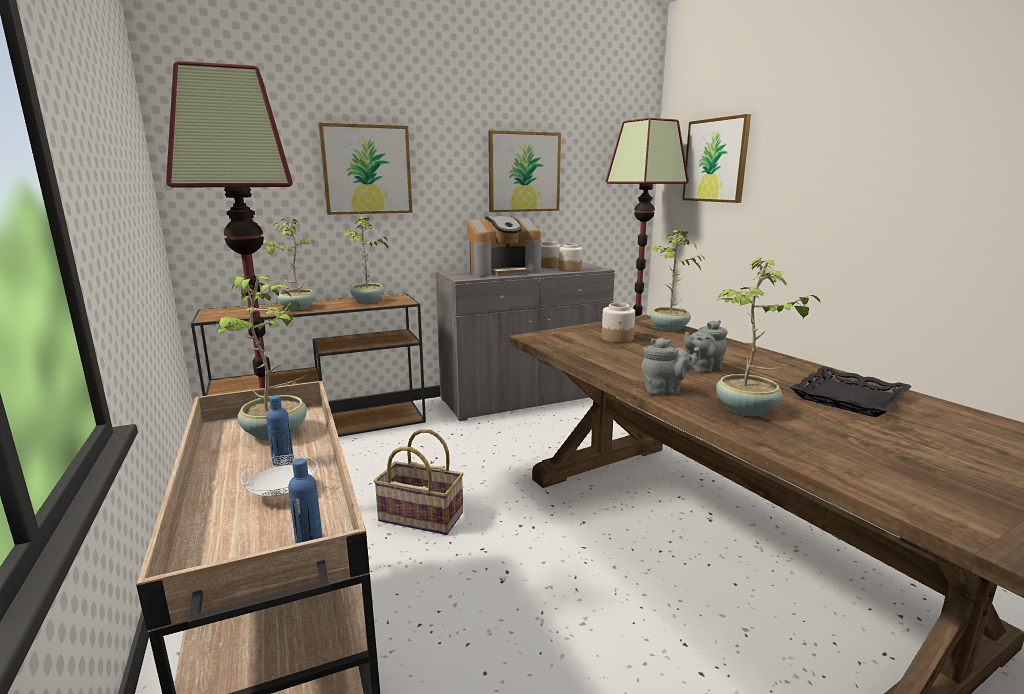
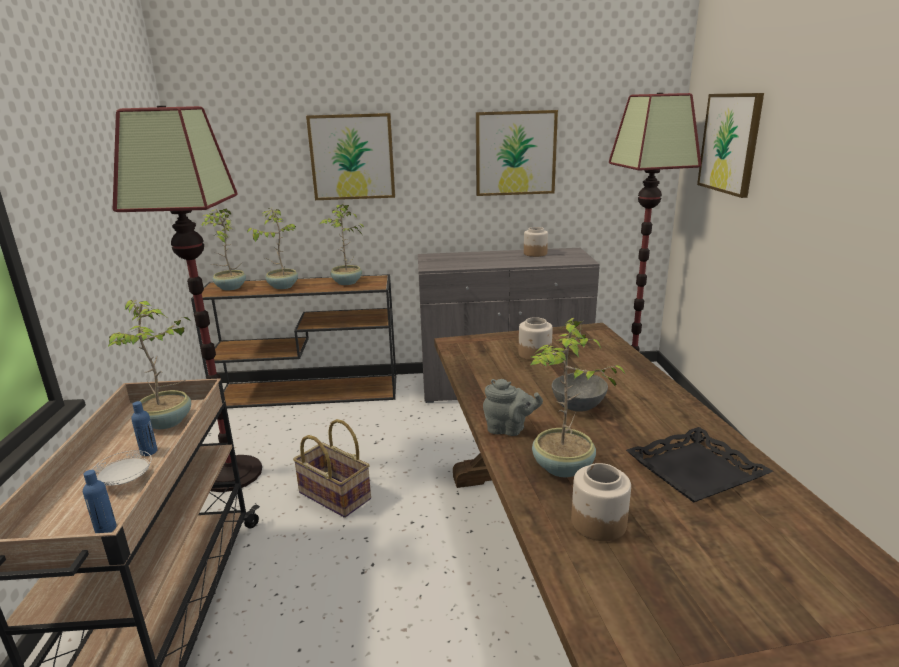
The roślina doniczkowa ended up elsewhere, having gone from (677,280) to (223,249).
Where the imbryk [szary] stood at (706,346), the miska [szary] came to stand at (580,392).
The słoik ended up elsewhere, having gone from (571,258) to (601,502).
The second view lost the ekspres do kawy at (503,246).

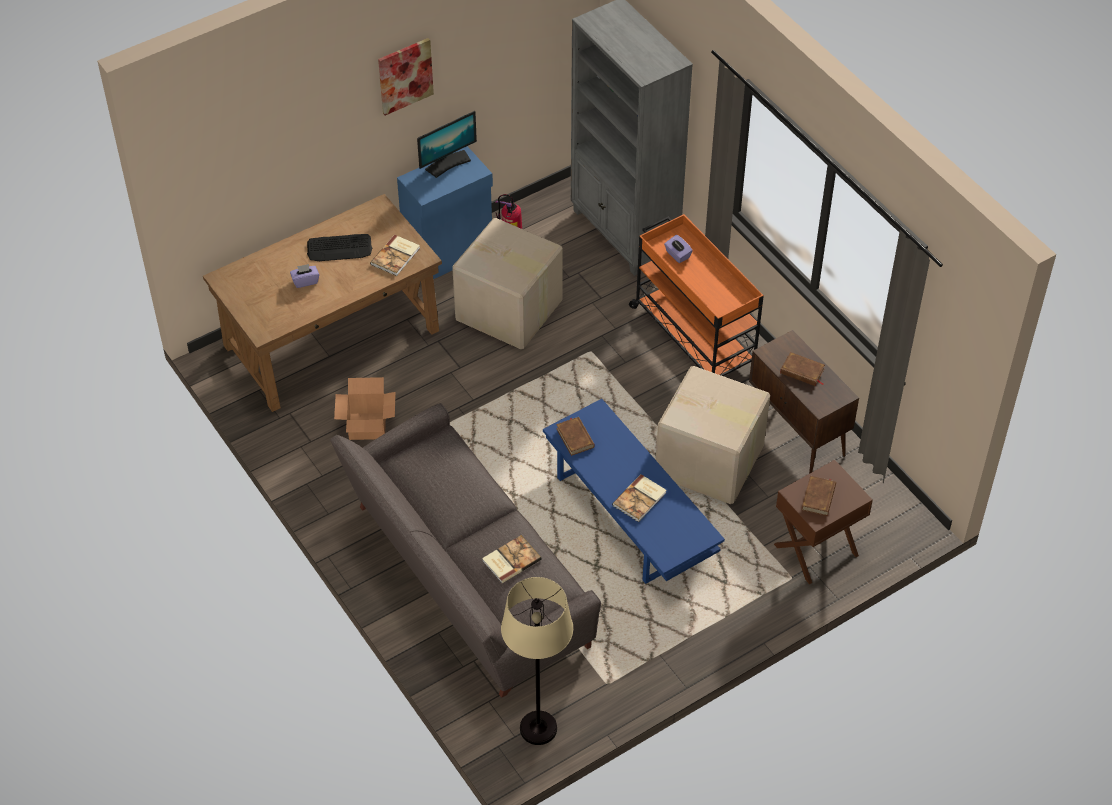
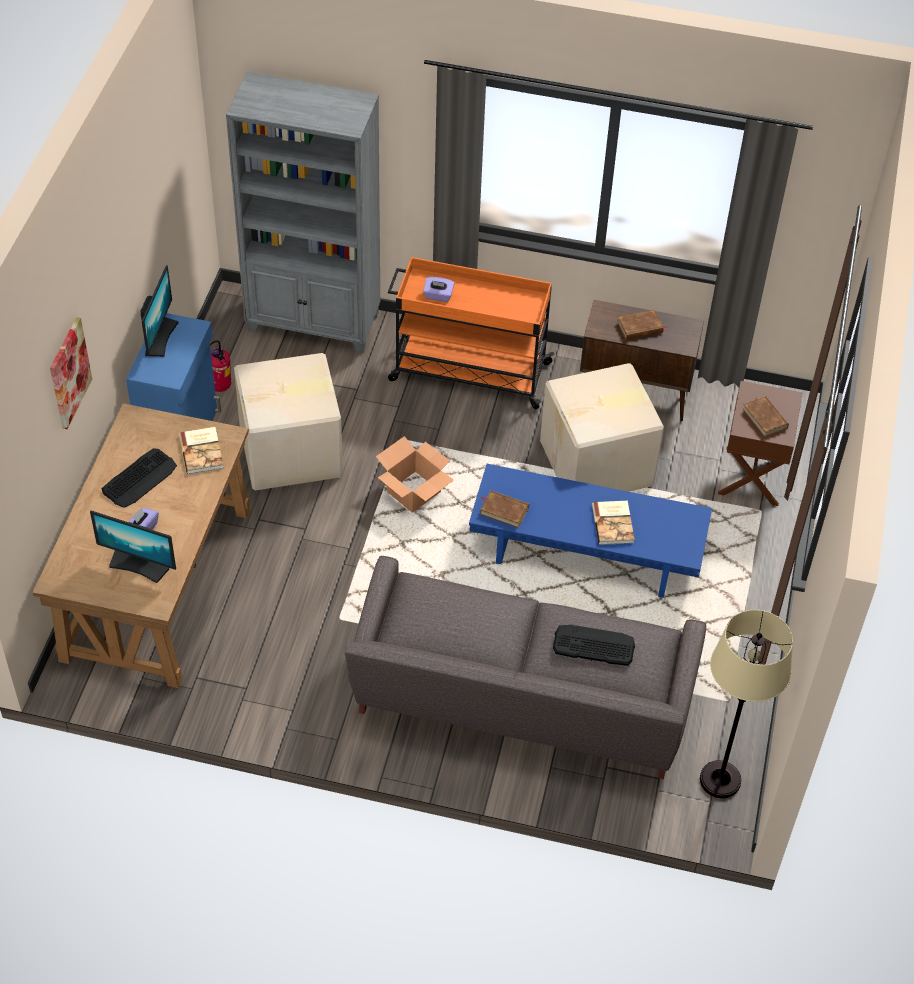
The obraz ended up elsewhere, having gone from (406,76) to (71,373).
The second view gained the monitor at (133,547).
The karton ended up elsewhere, having gone from (365,408) to (415,474).
Where the książka stood at (512,559), the klawiatura came to stand at (594,645).

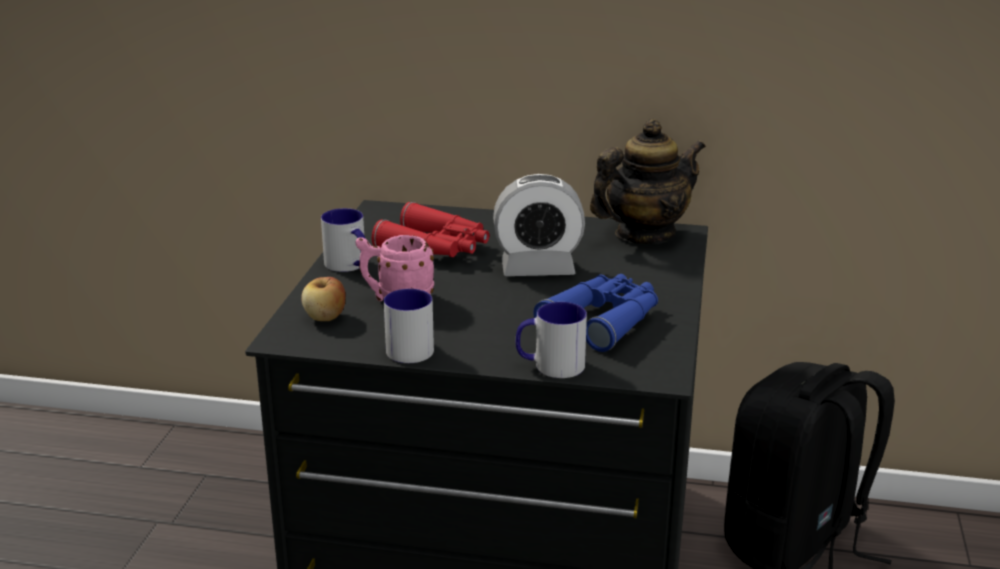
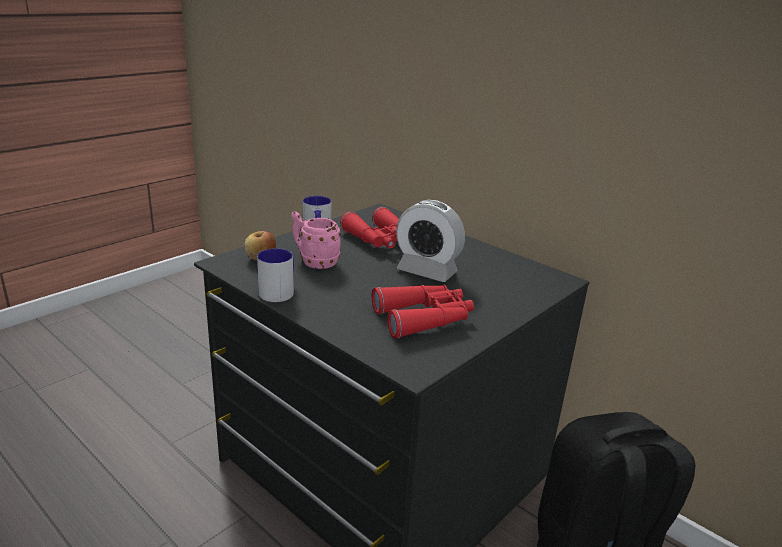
What was the lornetka [niebieski] at (595,313) turned into the lornetka [czerwony] at (423,312).
The second view lost the kubek at (551,340).
The second view lost the imbryk at (648,181).

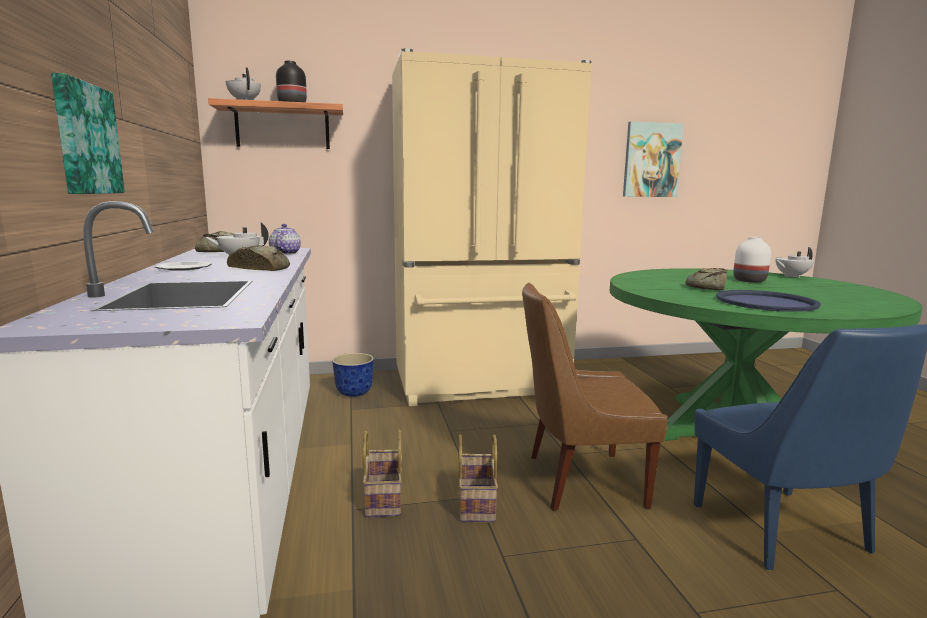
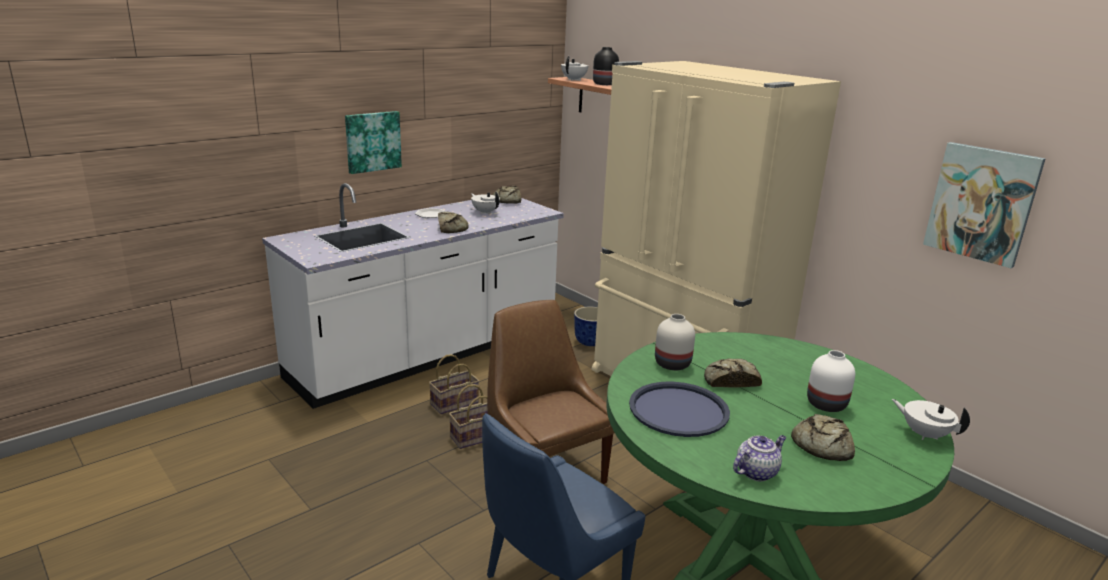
The second view gained the wazon [biały] at (675,342).
The imbryk ended up elsewhere, having gone from (285,239) to (759,458).
The second view gained the chleb at (823,437).

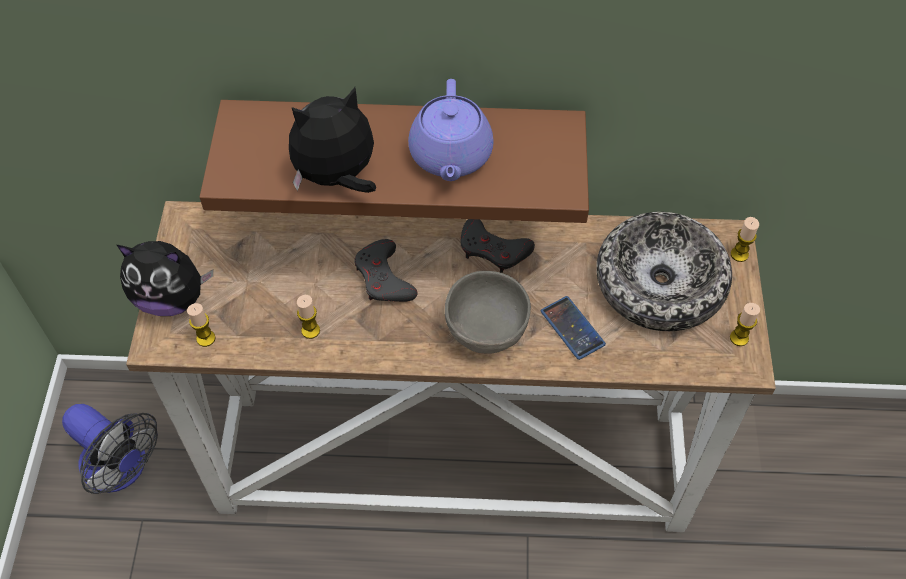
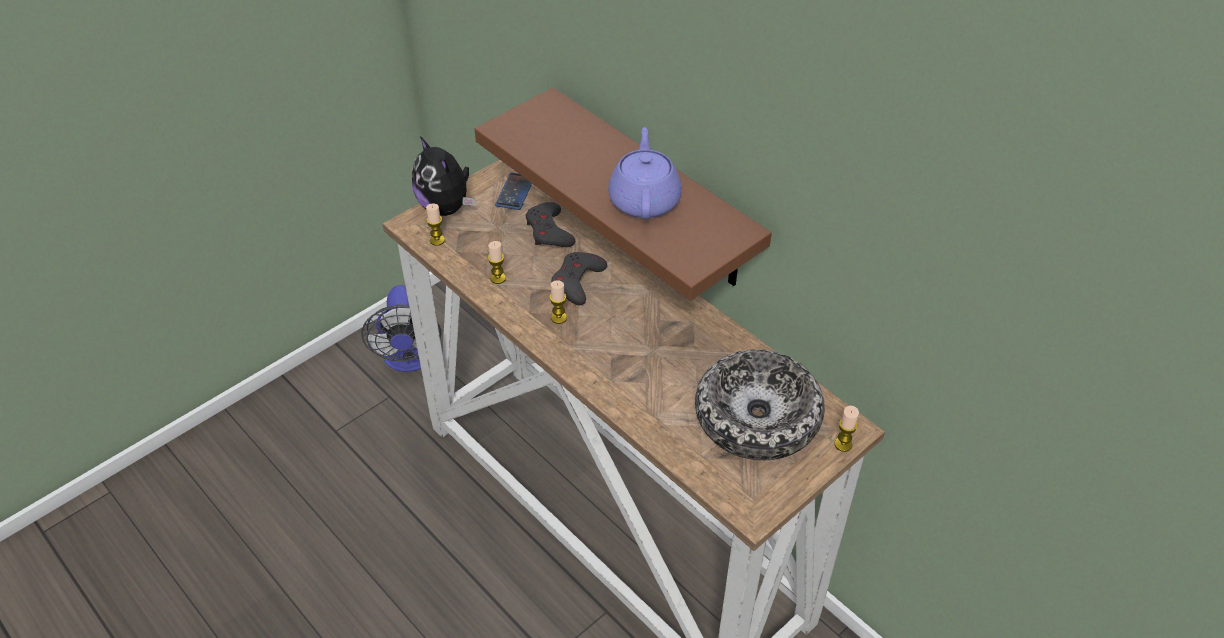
The telefon ended up elsewhere, having gone from (573,328) to (513,191).
The pad do gier [szary] ended up elsewhere, having gone from (498,246) to (550,224).
The świeca ended up elsewhere, having gone from (745,324) to (558,302).
The imbryk [fioletowy] at (451,130) ended up facing another way, 135 degrees clockwise from before.
The second view lost the pluszak at (332,140).
The second view lost the miska [szary] at (488,312).

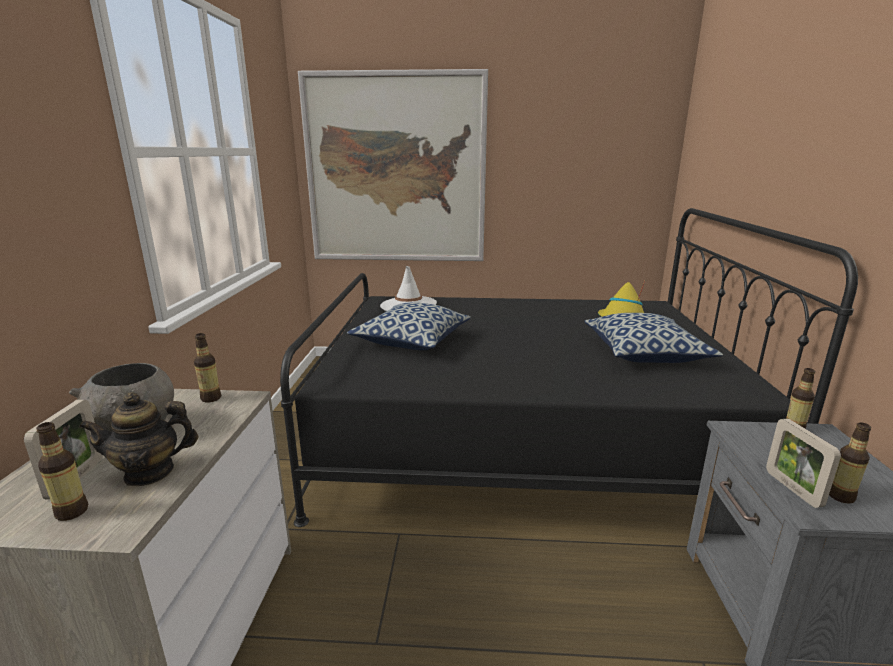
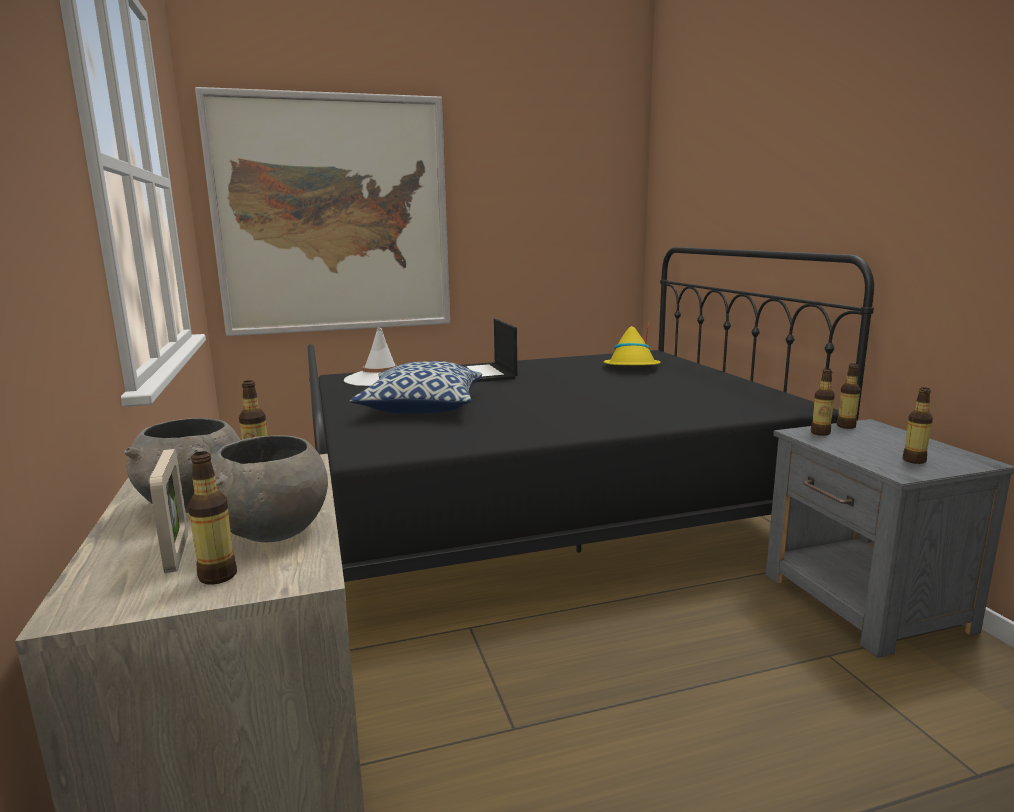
Where the imbryk stood at (139,439), the miska [szary] came to stand at (267,488).
The second view gained the laptop at (490,350).
The second view gained the butelka at (823,402).
The second view lost the poduszka at (653,338).
The second view lost the ramka na zdjęcie at (803,463).

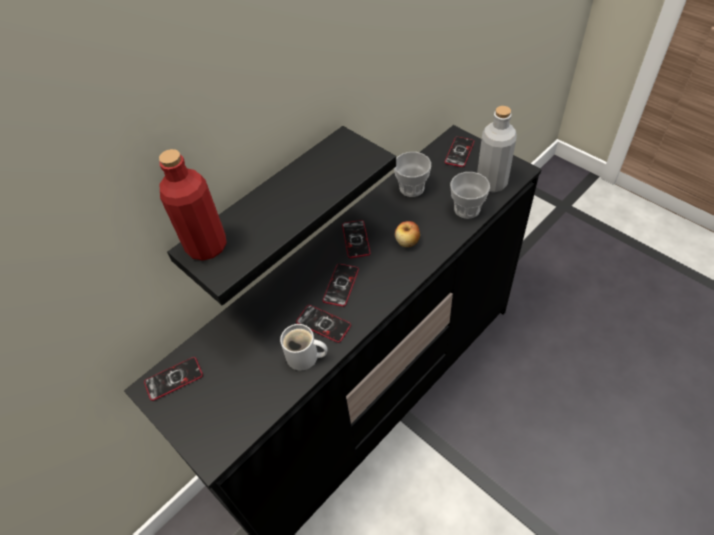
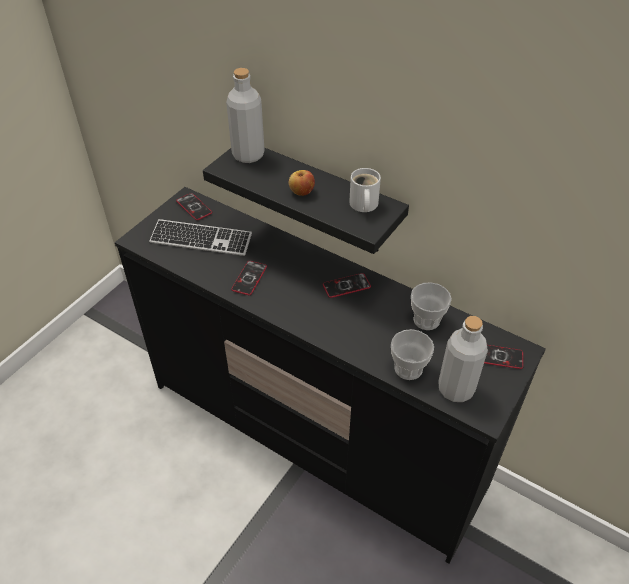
The second view gained the klawiatura at (200,237).
What was the butelka [czerwony] at (193,205) turned into the butelka [szary] at (245,115).
The jabłko ended up elsewhere, having gone from (407,234) to (302,183).
The kubek [biały] ended up elsewhere, having gone from (304,347) to (365,190).
The second view lost the telefon at (341,285).

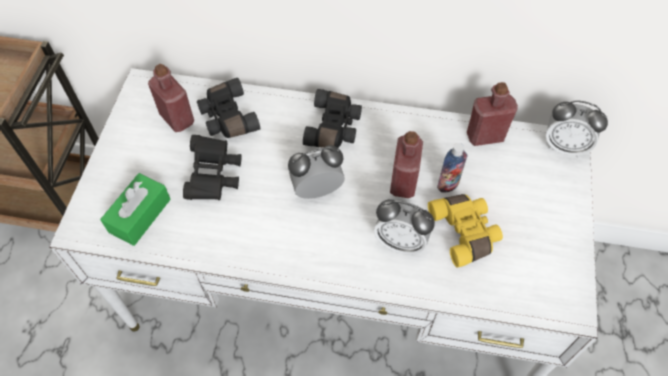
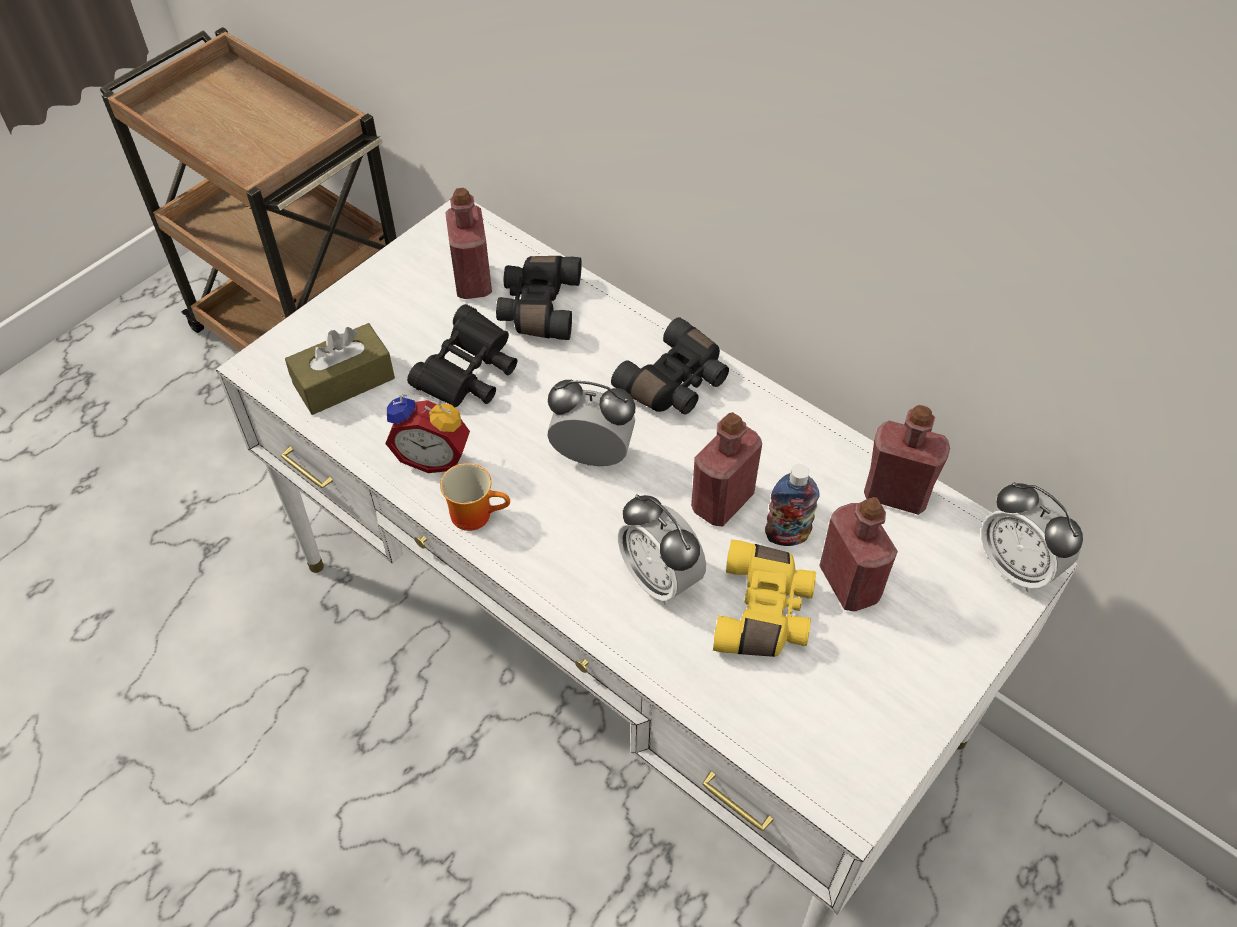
What was the pudełko chusteczek [zielony] at (135,209) turned into the pudełko chusteczek [brązowy] at (340,369).
The second view gained the budzik at (427,433).
The second view gained the kubek at (475,497).
The second view gained the butelka [czerwony] at (858,554).

